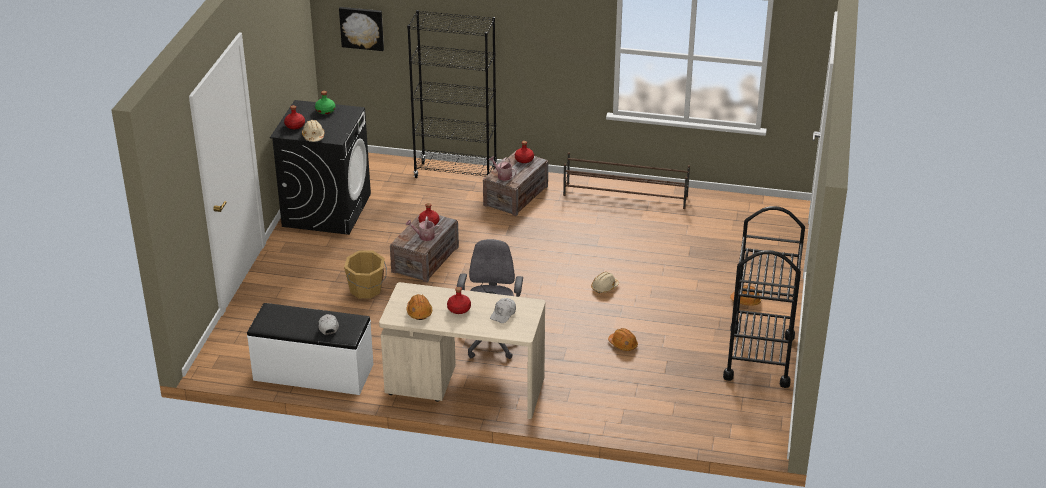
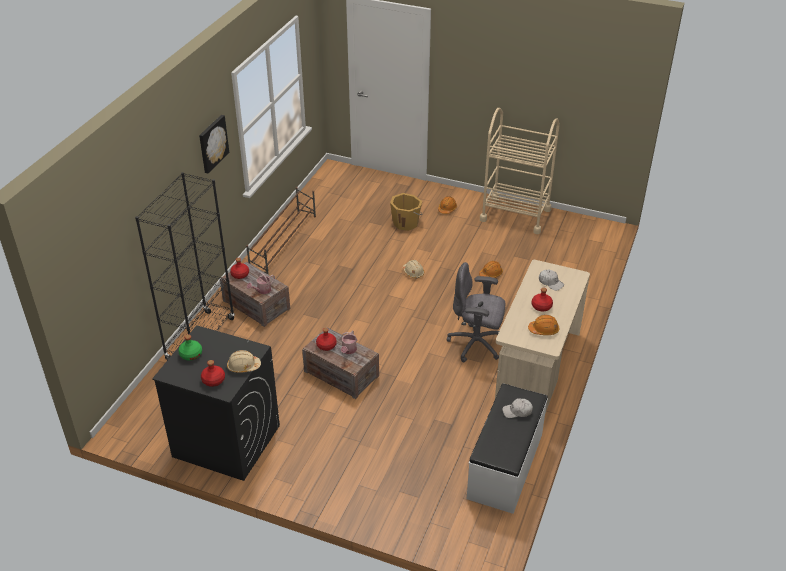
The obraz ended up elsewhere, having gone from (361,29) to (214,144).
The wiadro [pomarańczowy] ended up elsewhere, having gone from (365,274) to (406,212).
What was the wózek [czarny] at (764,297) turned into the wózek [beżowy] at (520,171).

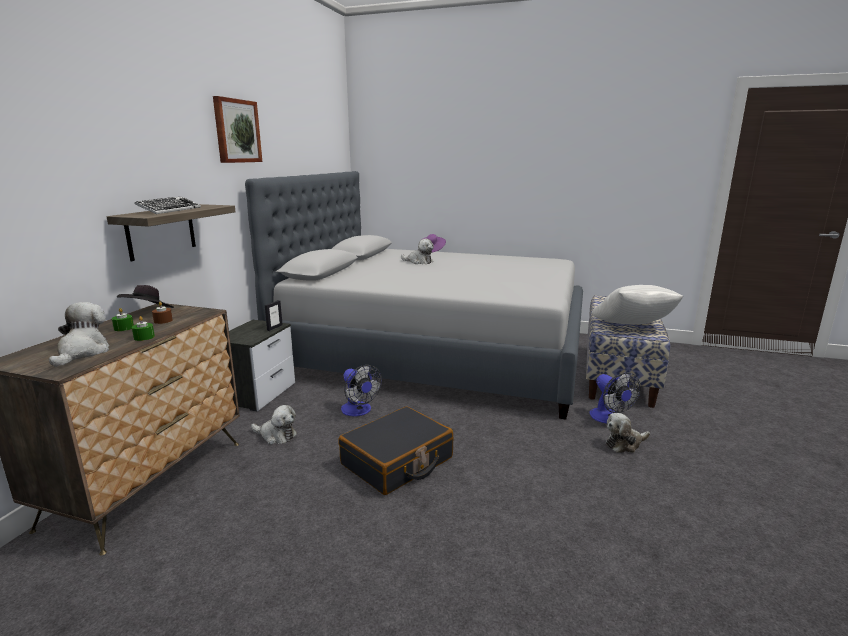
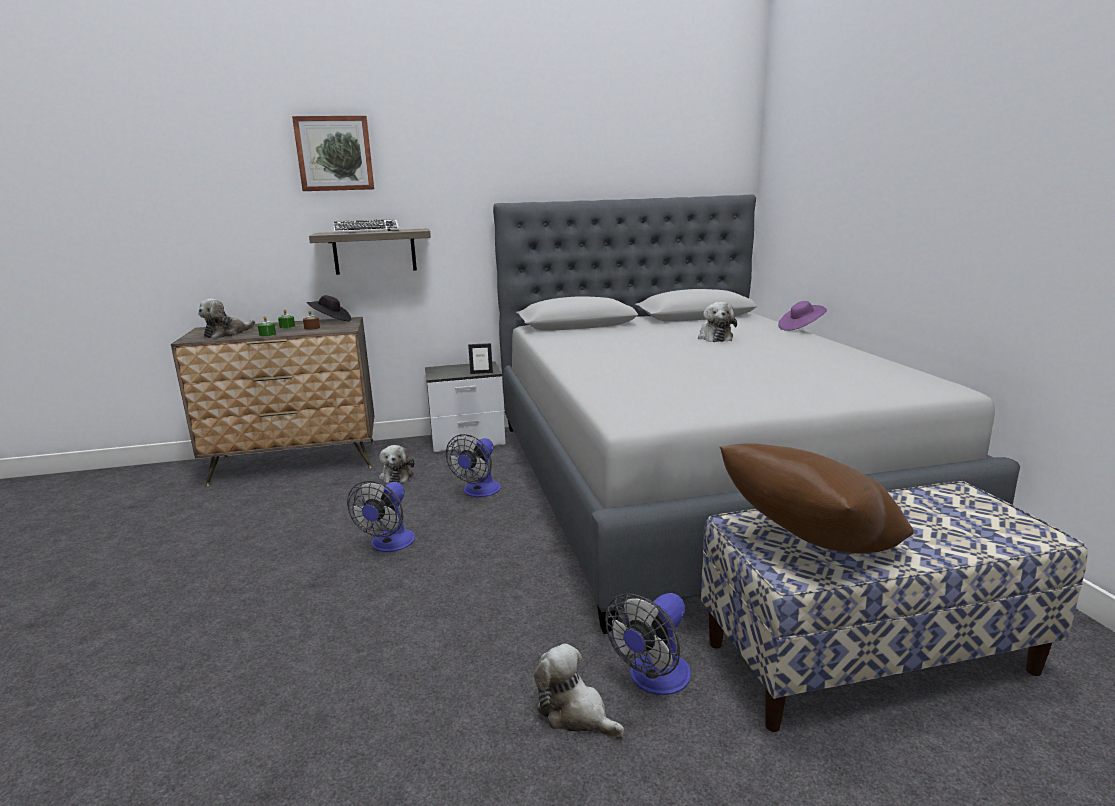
The pluszak at (79,334) ended up facing another way, 150 degrees clockwise from before.
The obraz ended up elsewhere, having gone from (237,129) to (333,153).
Where the walizka [czarny] stood at (396,451), the wentylator came to stand at (381,516).
What was the poduszka [biały] at (637,304) turned into the poduszka [brązowy] at (817,499).

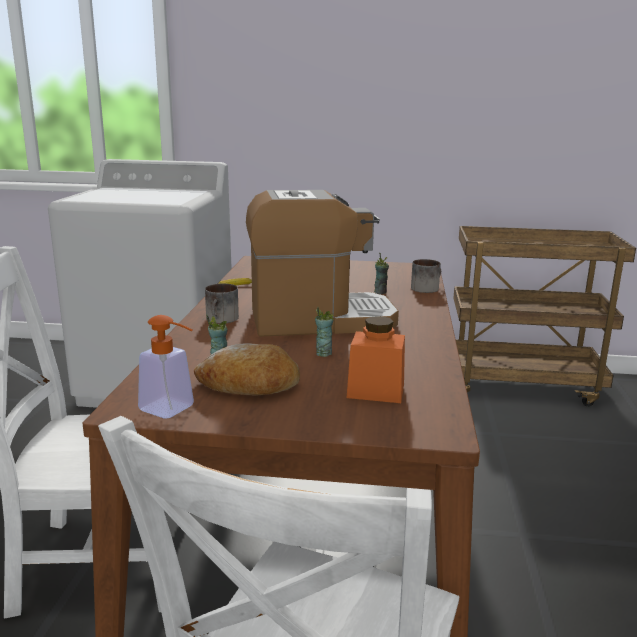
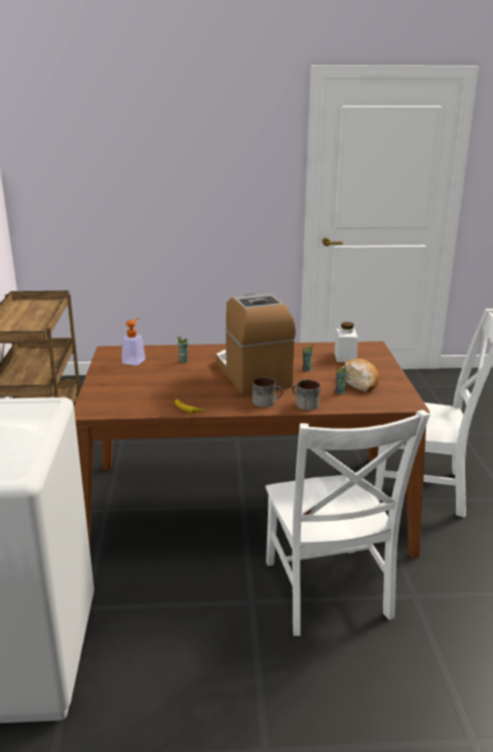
The dozownik mydła ended up elsewhere, having gone from (166,366) to (133,342).
The kubek ended up elsewhere, having gone from (426,276) to (306,395).
What was the słoik [pomarańczowy] at (376,359) turned into the słoik [biały] at (346,342).

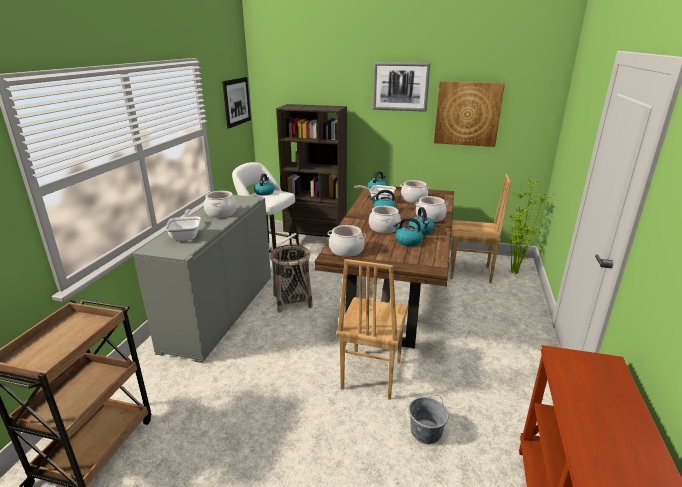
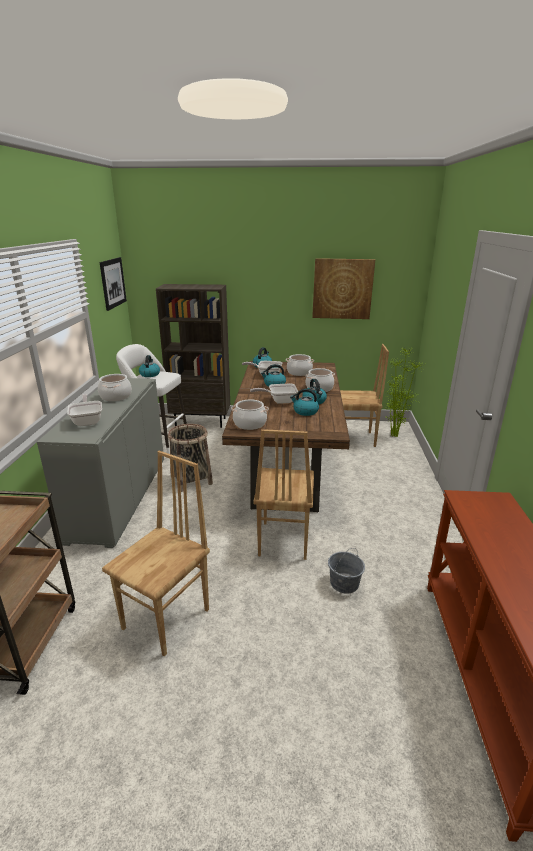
The second view gained the krzesło [brązowy] at (156,554).
Where the garnek stood at (385,219), the patelnia came to stand at (274,394).
The second view lost the obraz at (401,87).

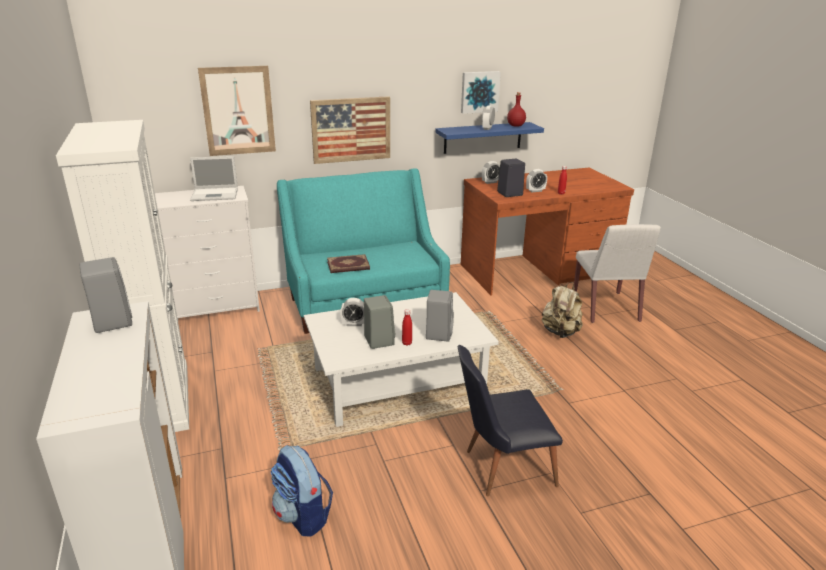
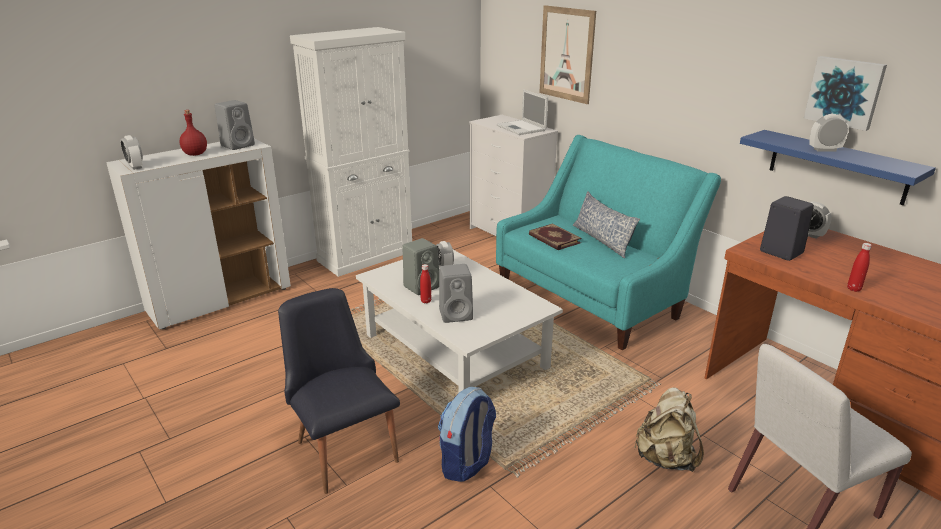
The budzik ended up elsewhere, having gone from (536,180) to (131,152).
The butelka [czerwony] ended up elsewhere, having gone from (516,109) to (193,133).
The plecak ended up elsewhere, having gone from (301,491) to (467,434).
The second view gained the poduszka at (606,224).
The second view lost the obraz at (350,130).

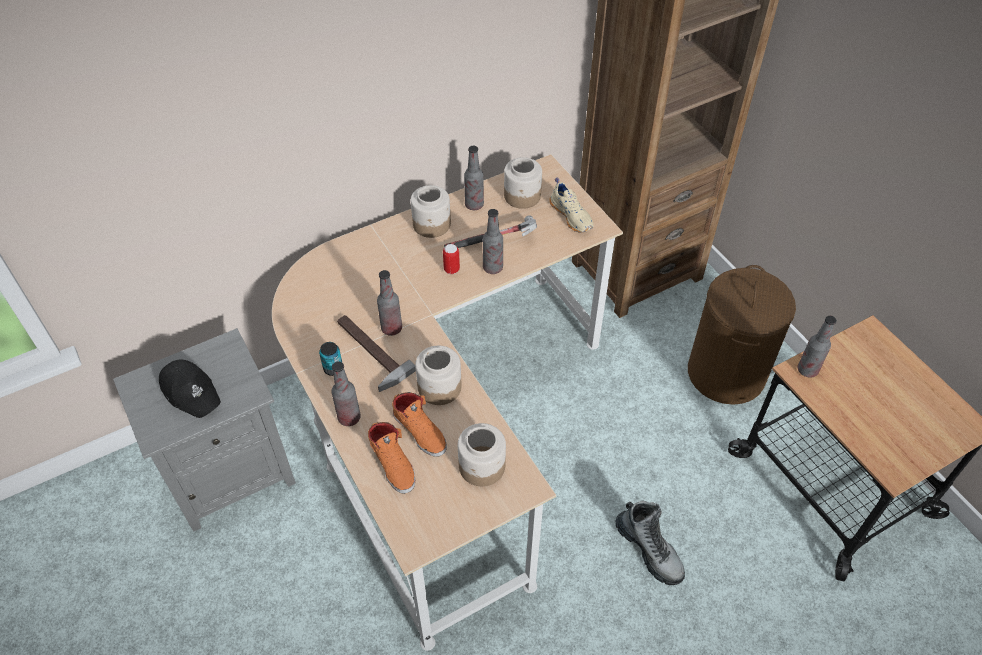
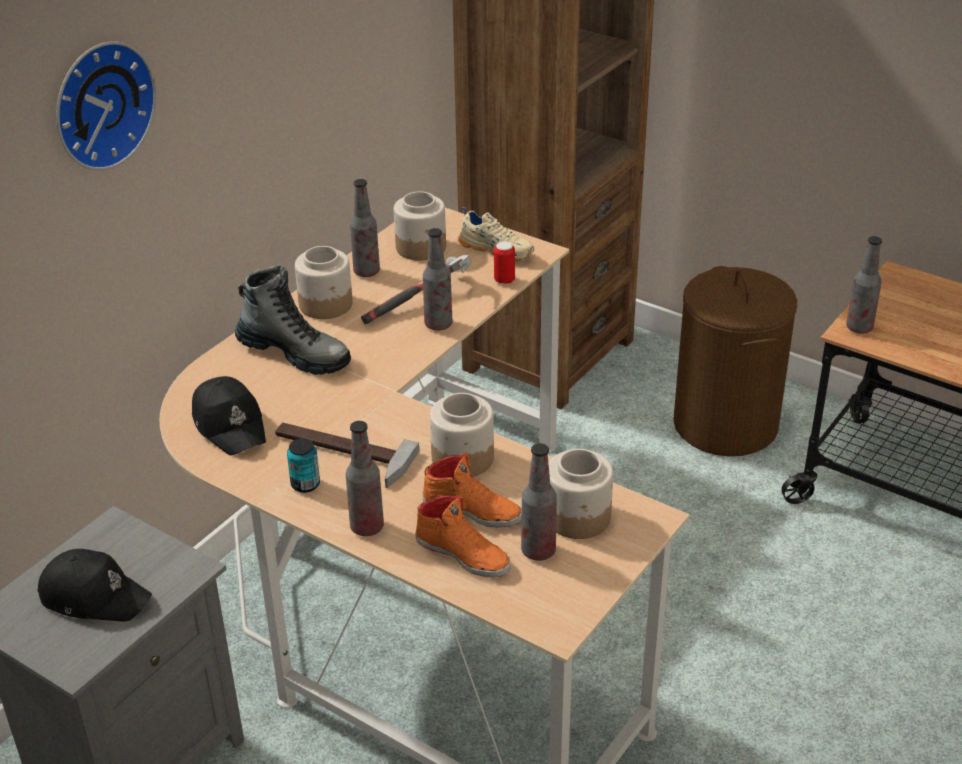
The second view gained the zegar ścienny at (106,105).
The second view gained the czapka z daszkiem [czarny] at (229,415).
The but z cholewką ended up elsewhere, having gone from (650,543) to (293,320).
The puszka ended up elsewhere, having gone from (451,259) to (504,263).
The butelka ended up elsewhere, having gone from (389,303) to (539,502).

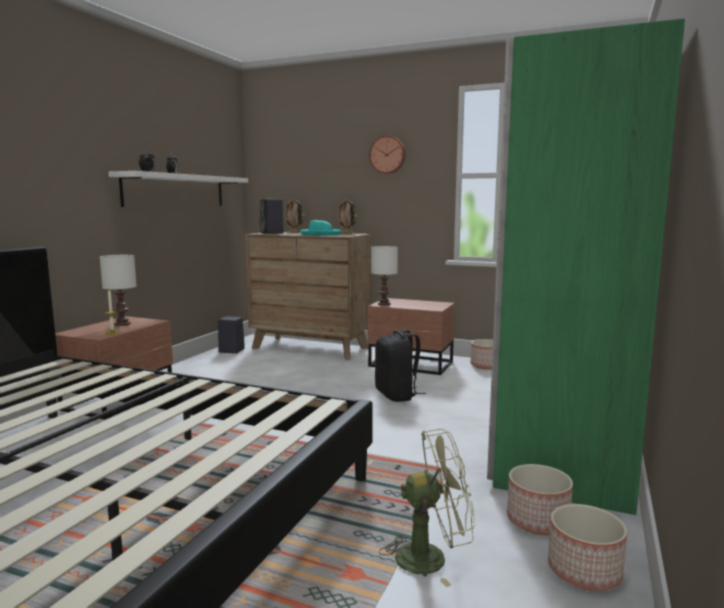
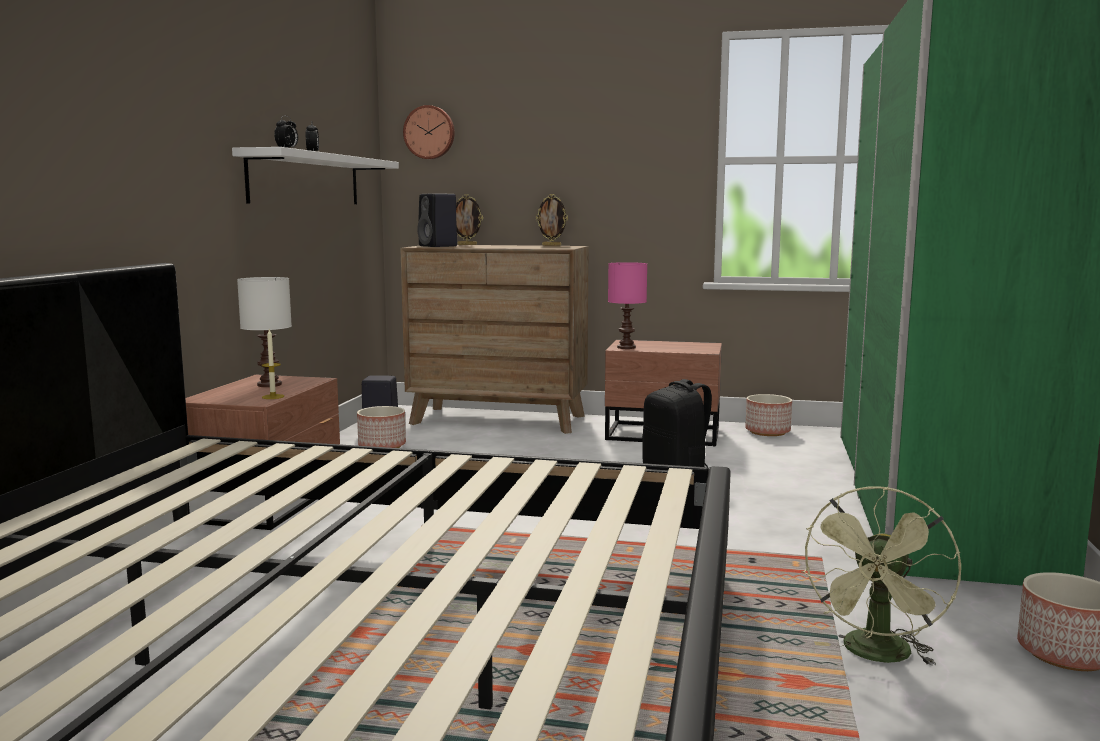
The donica ended up elsewhere, having gone from (540,499) to (381,427).
The zegar ścienny ended up elsewhere, having gone from (387,154) to (429,132).
What was the lampa stołowa [biały] at (384,275) turned into the lampa stołowa [różowy] at (627,305).
The wentylator [zielony] at (427,508) ended up facing another way, 135 degrees clockwise from before.
The second view lost the kapelusz [turkusowy] at (321,227).

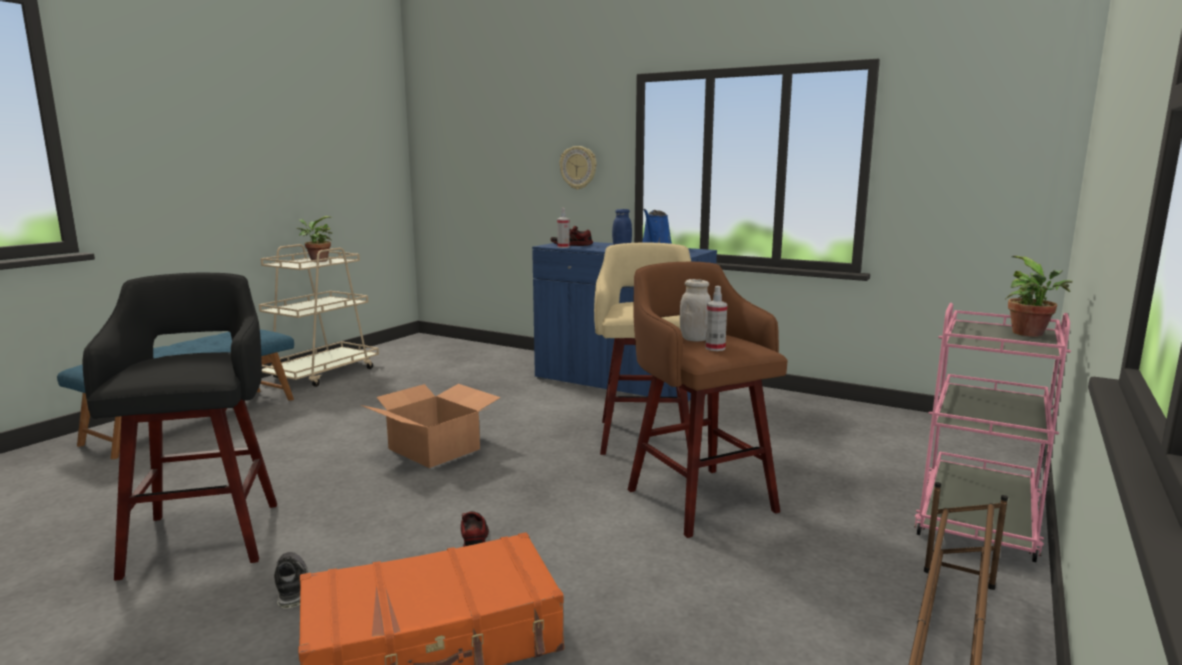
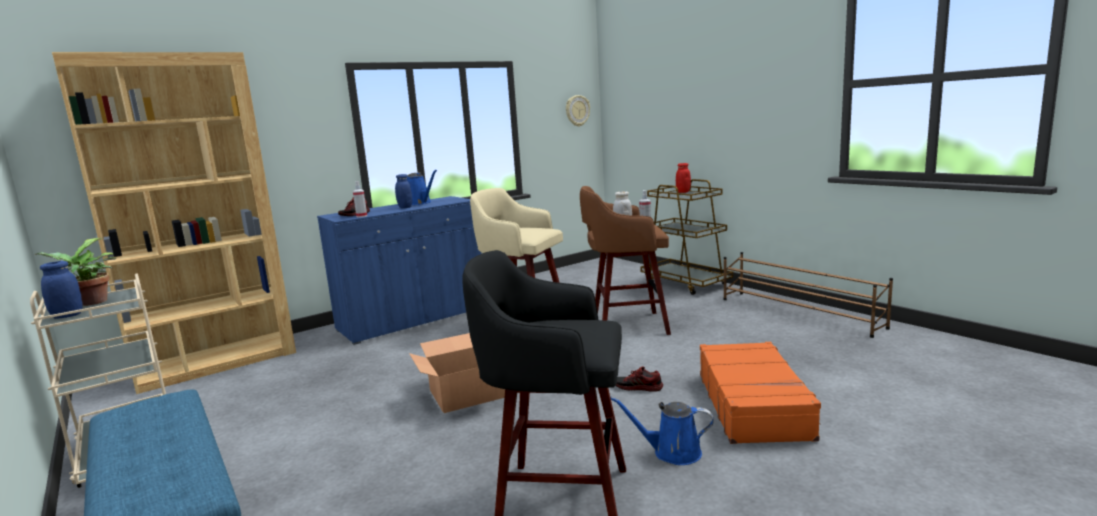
The second view gained the słoik [niebieski] at (61,290).
The second view gained the regał [brązowy] at (174,223).
The zegar ścienny ended up elsewhere, having gone from (577,168) to (578,111).
Where the but stood at (291,580), the konewka [niebieski] came to stand at (662,431).
What was the wózek [różowy] at (992,432) turned into the wózek [brązowy] at (686,237).
Where the roślina doniczkowa stood at (1039,296), the słoik [czerwony] came to stand at (683,178).

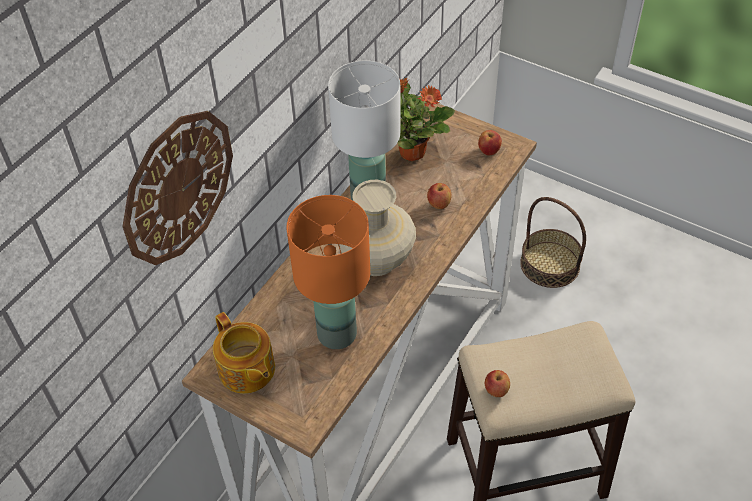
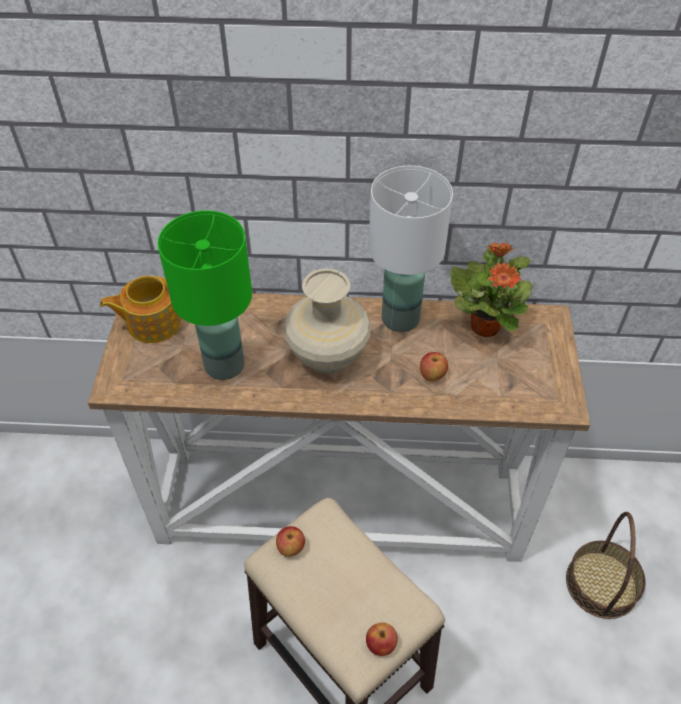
The imbryk at (244,353) ended up facing another way, 45 degrees clockwise from before.
What was the lampa stołowa [pomarańczowy] at (328,272) turned into the lampa stołowa [zielony] at (205,295).
The jabłko ended up elsewhere, having gone from (490,142) to (382,639).
The second view lost the zegar ścienny at (177,188).

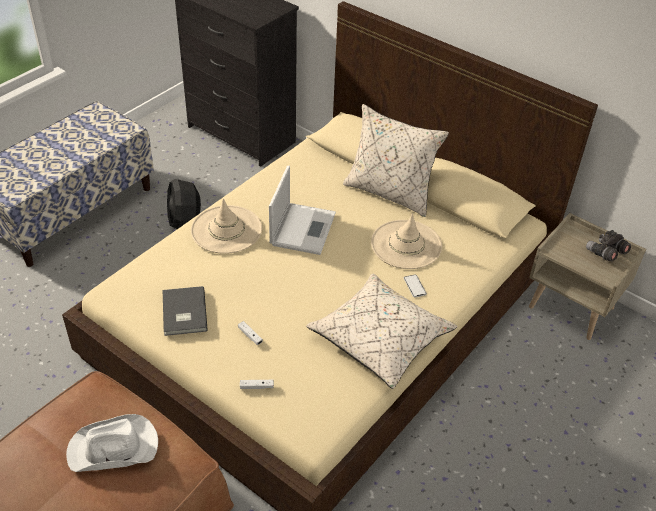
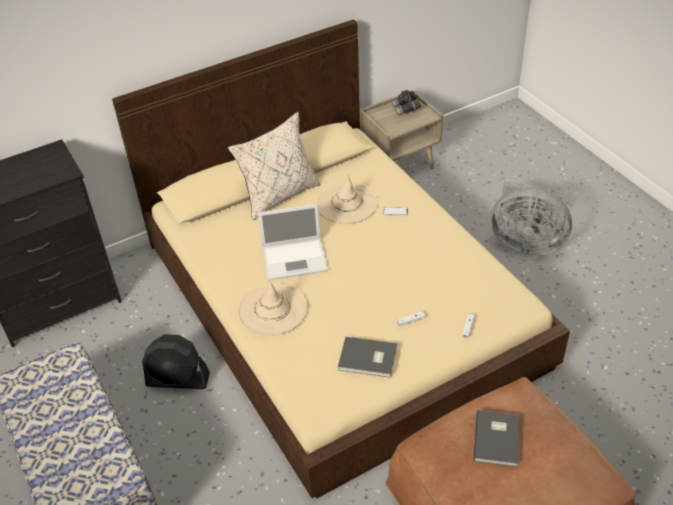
The laptop at (302,210) ended up facing another way, 135 degrees clockwise from before.
Where the kapelusz [biały] stood at (112,443), the książka [szary] came to stand at (496,438).
The second view gained the wentylator [szary] at (531,218).
The second view lost the poduszka [beżowy] at (381,331).

